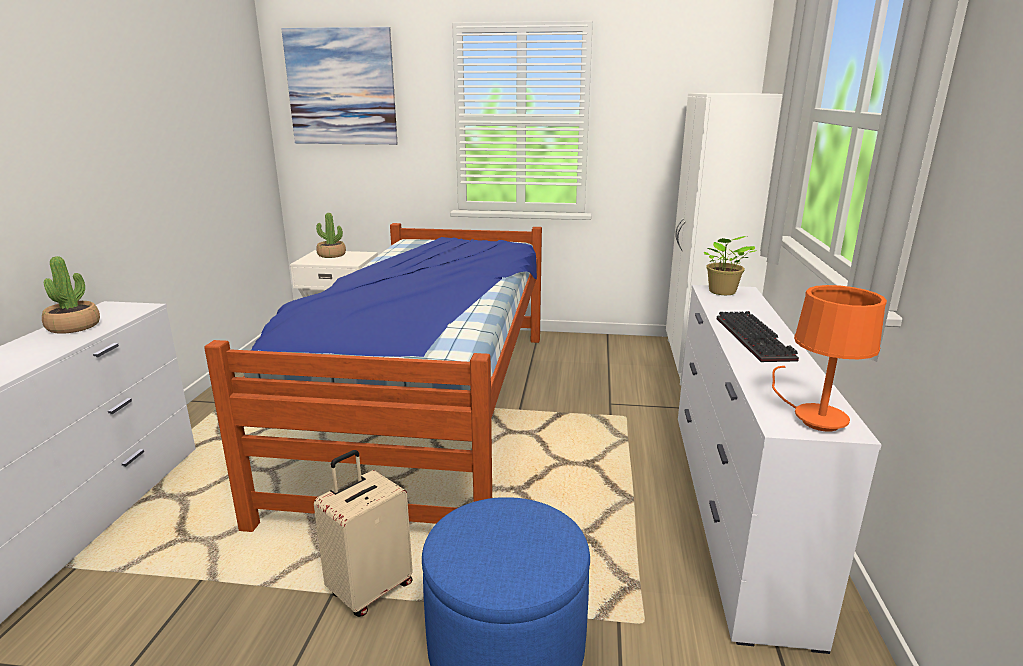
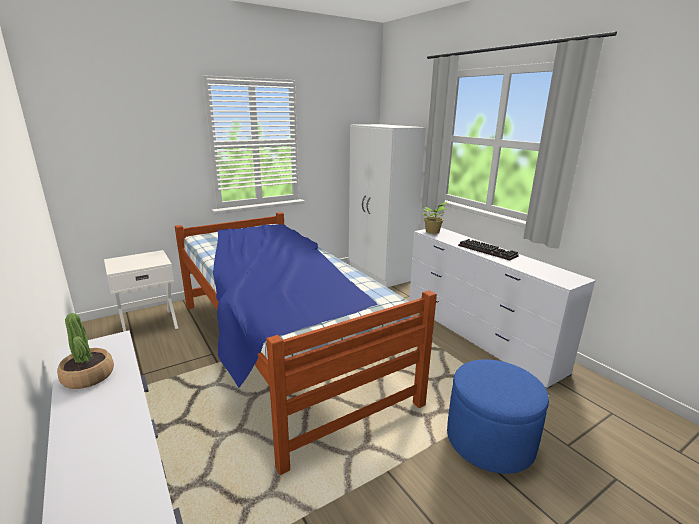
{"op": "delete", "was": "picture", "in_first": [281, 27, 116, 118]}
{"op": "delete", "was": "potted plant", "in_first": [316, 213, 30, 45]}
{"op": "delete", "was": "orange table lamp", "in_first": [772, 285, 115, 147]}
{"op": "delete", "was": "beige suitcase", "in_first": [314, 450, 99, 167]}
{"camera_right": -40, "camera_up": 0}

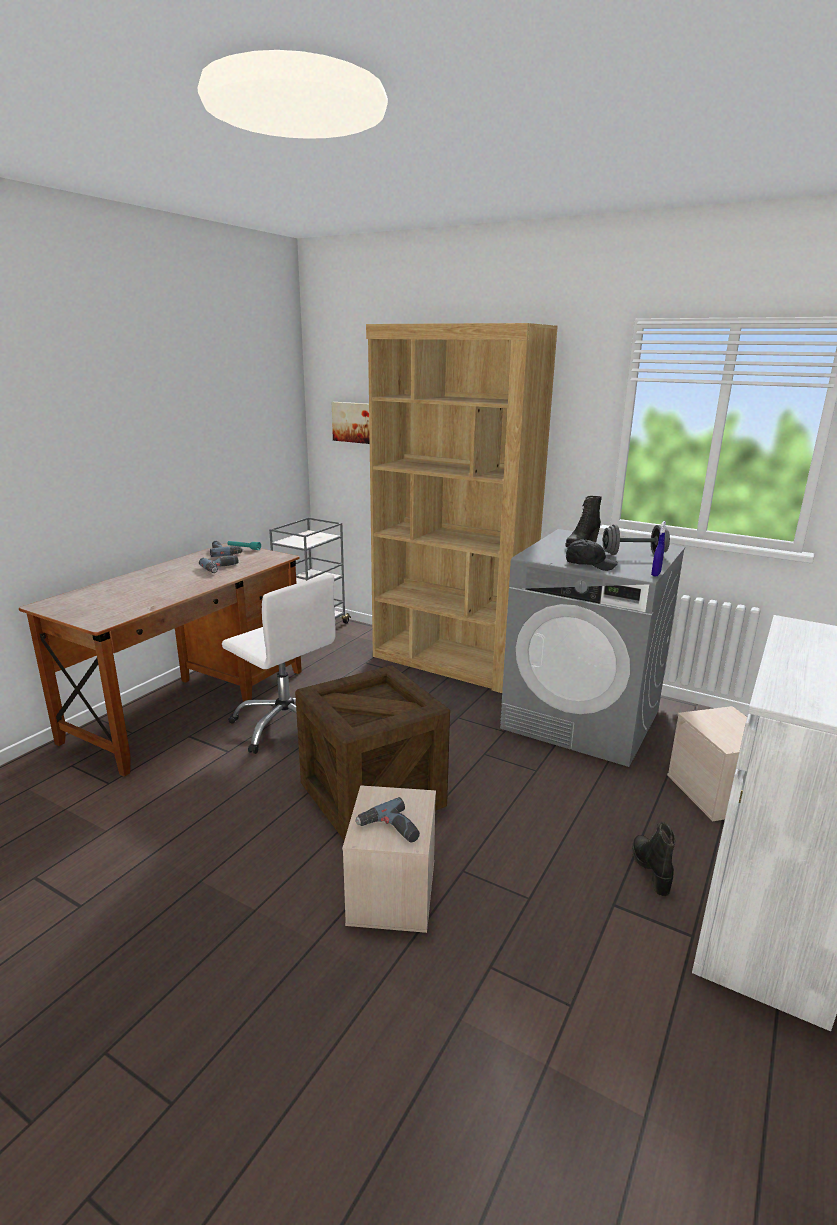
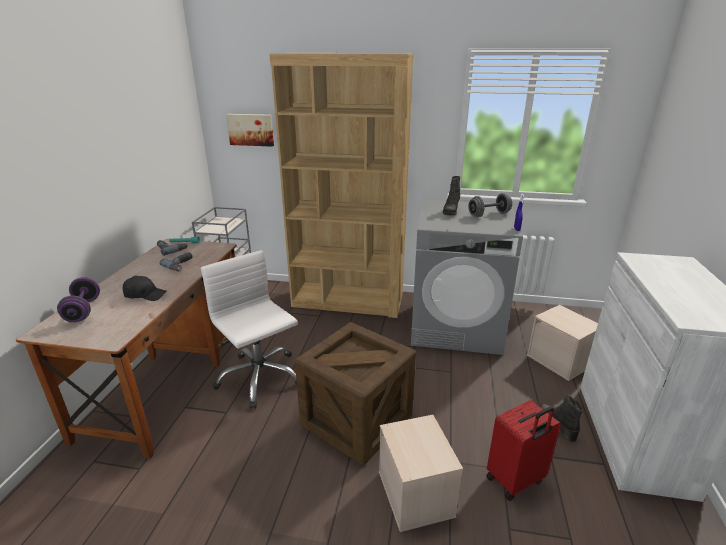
{"op": "move", "was": "black cap", "in_first": [566, 539, 52, 32], "in_second": [123, 276, 44, 25]}
{"op": "rotate", "was": "white office chair", "in_first": [222, 575, 113, 179], "in_second": [201, 250, 97, 159], "clockwise": -150}
{"op": "delete", "was": "power drill", "in_first": [355, 797, 65, 45]}
{"op": "insert", "now": "purple dumbbell", "in_second": [57, 278, 43, 44]}
{"op": "insert", "now": "red suitcase", "in_second": [486, 400, 75, 101]}
{"camera_right": -20, "camera_up": 5}

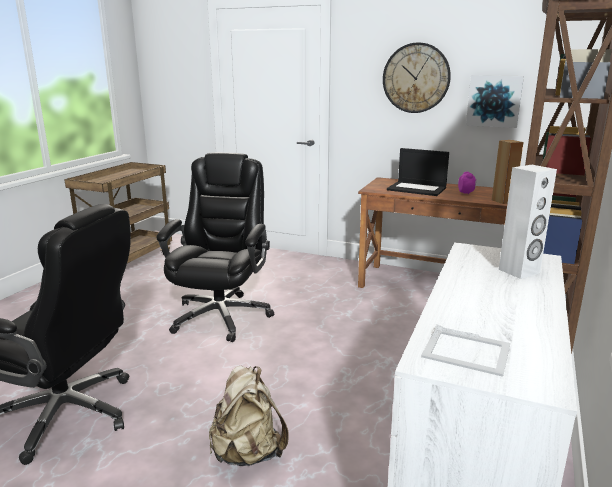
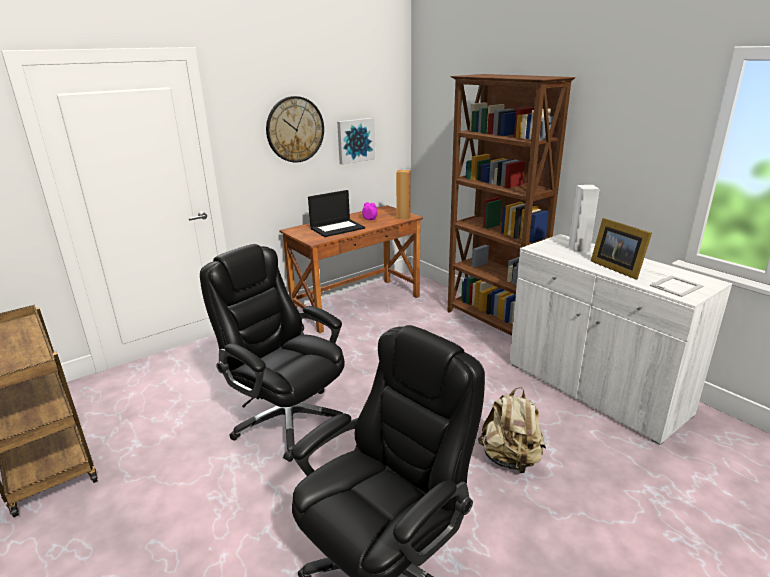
{"op": "insert", "now": "picture frame", "in_second": [591, 218, 61, 62]}
{"camera_right": -60, "camera_up": 5}

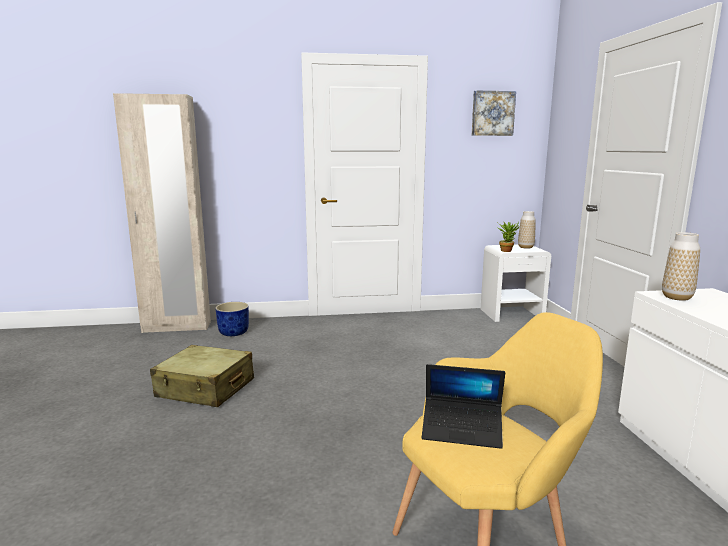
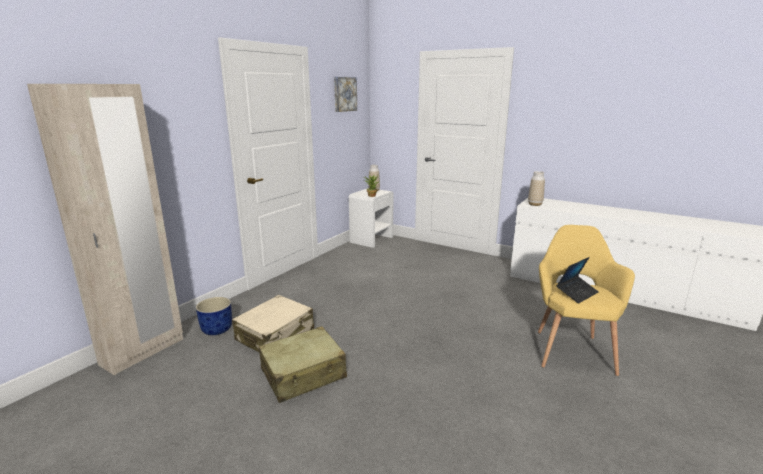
{"op": "insert", "now": "beige suitcase", "in_second": [232, 295, 82, 57]}
{"camera_right": -50, "camera_up": 5}

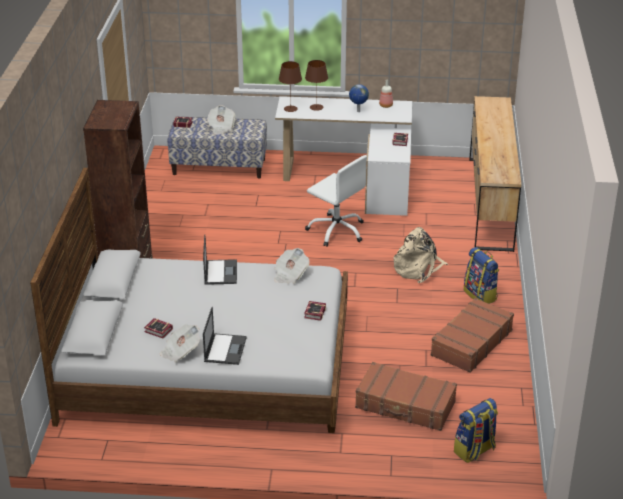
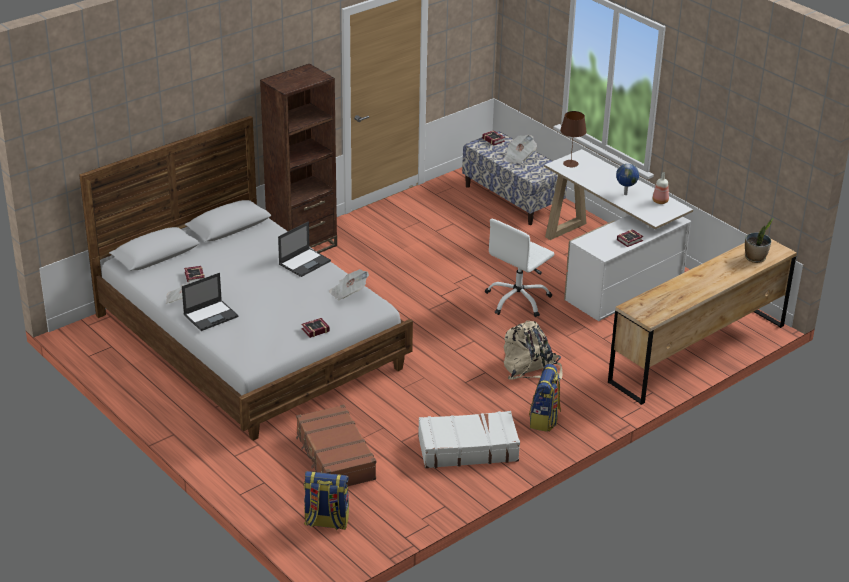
{"op": "delete", "was": "brown table lamp", "in_first": [305, 60, 23, 51]}
{"op": "rotate", "was": "white office chair", "in_first": [305, 155, 62, 92], "in_second": [485, 219, 70, 98], "clockwise": 45}
{"op": "recolor", "was": "brown suitcase", "now": "white suitcase", "in_first": [431, 298, 83, 75], "in_second": [418, 411, 102, 57]}
{"op": "insert", "now": "potted plant", "in_second": [745, 218, 29, 45]}
{"camera_right": 45, "camera_up": 0}

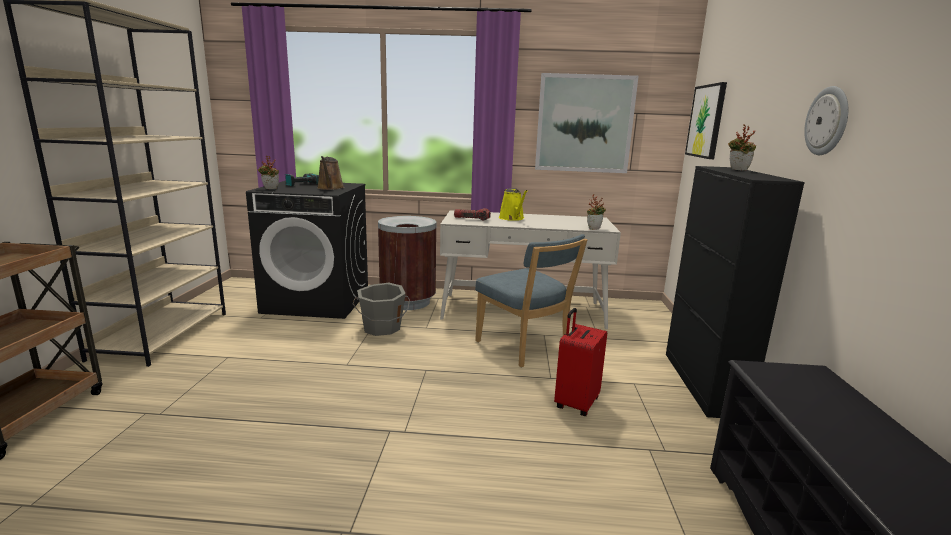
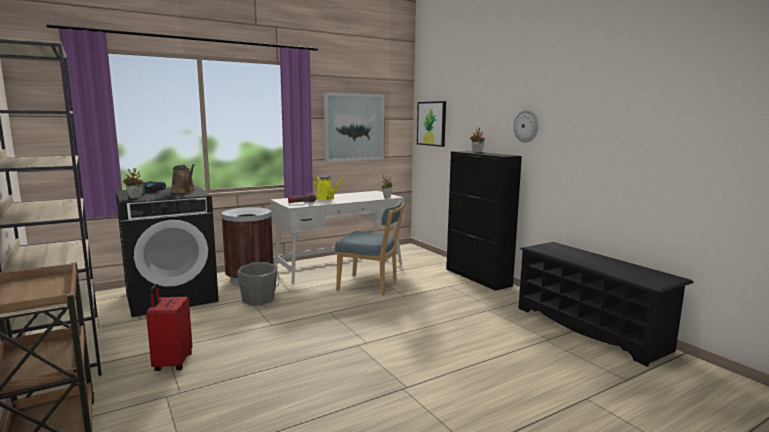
{"op": "move", "was": "red suitcase", "in_first": [554, 308, 53, 108], "in_second": [146, 284, 46, 87]}
{"camera_right": -35, "camera_up": -5}

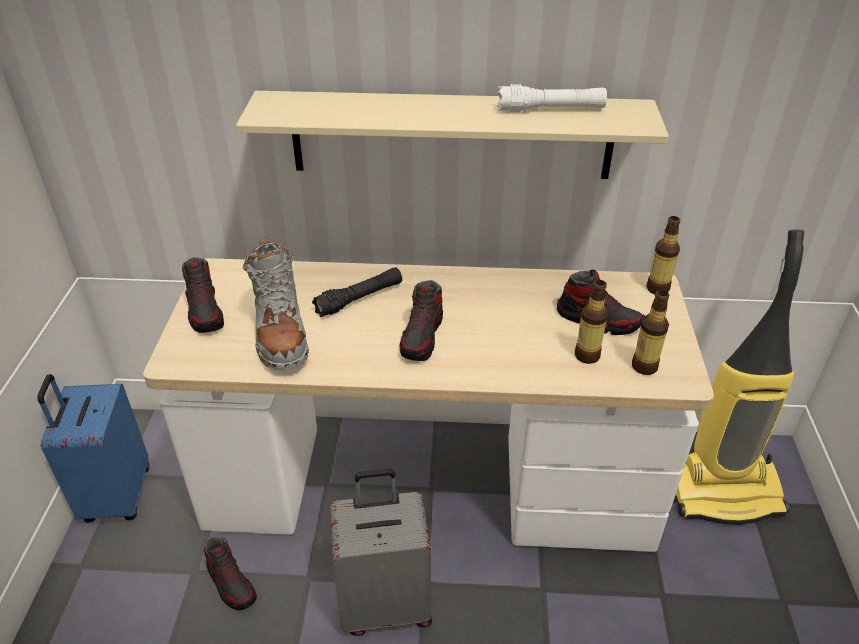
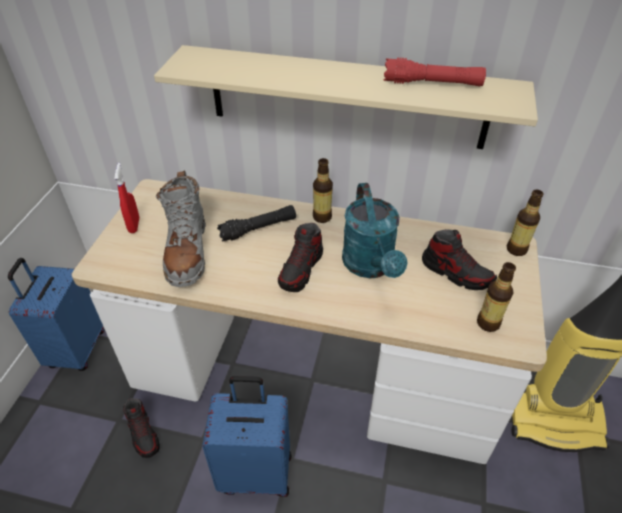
{"op": "recolor", "was": "white flashlight", "now": "red flashlight", "in_first": [497, 84, 110, 28], "in_second": [383, 57, 103, 29]}
{"op": "replace", "was": "shoe", "now": "red spray bottle", "in_first": [182, 257, 42, 76], "in_second": [114, 163, 25, 70]}
{"op": "move", "was": "bottle", "in_first": [575, 280, 33, 84], "in_second": [313, 158, 20, 65]}
{"op": "recolor", "was": "grey suitcase", "now": "blue suitcase", "in_first": [330, 469, 102, 167], "in_second": [202, 376, 89, 121]}
{"op": "insert", "now": "turquoise watering can", "in_second": [342, 183, 66, 95]}
{"camera_right": 10, "camera_up": 5}

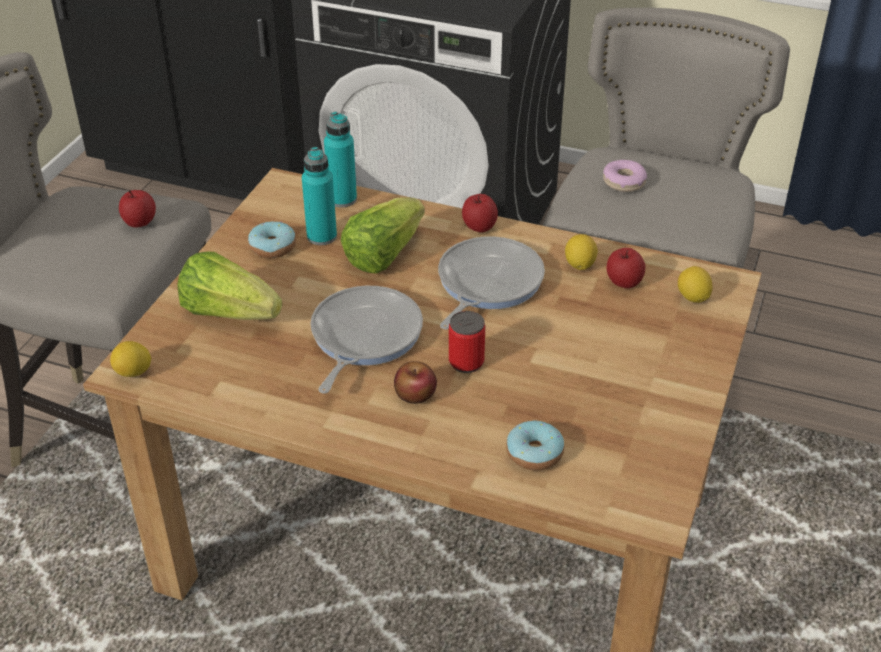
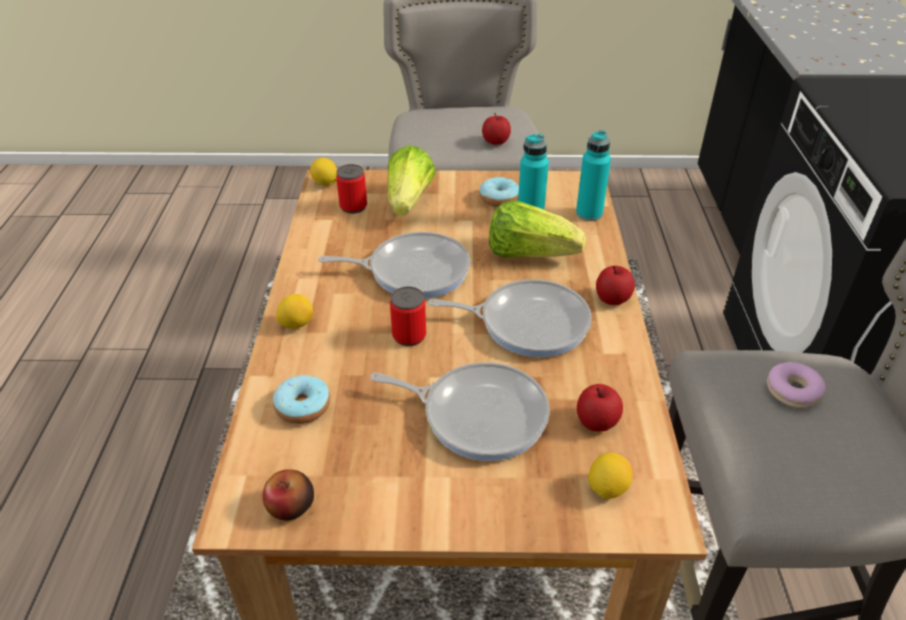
{"op": "move", "was": "lemon", "in_first": [565, 234, 33, 36], "in_second": [276, 294, 37, 35]}
{"op": "move", "was": "apple", "in_first": [394, 361, 43, 43], "in_second": [262, 469, 52, 52]}
{"op": "insert", "now": "can", "in_second": [336, 164, 31, 50]}
{"op": "insert", "now": "frying pan", "in_second": [370, 362, 180, 99]}
{"camera_right": 70, "camera_up": 0}

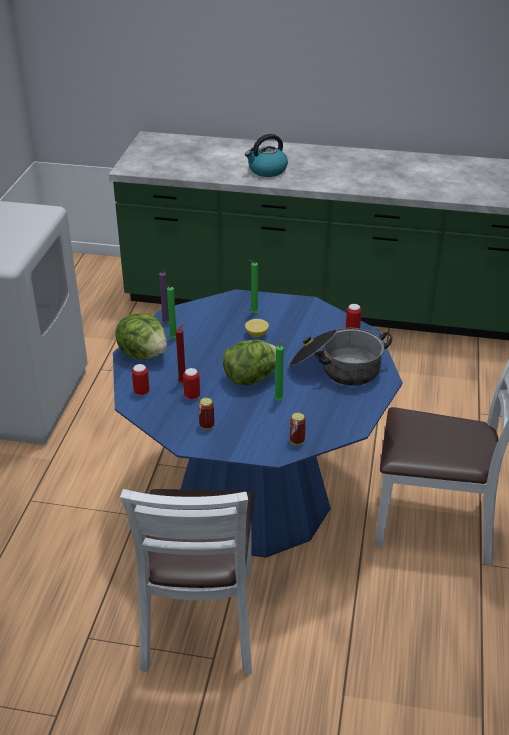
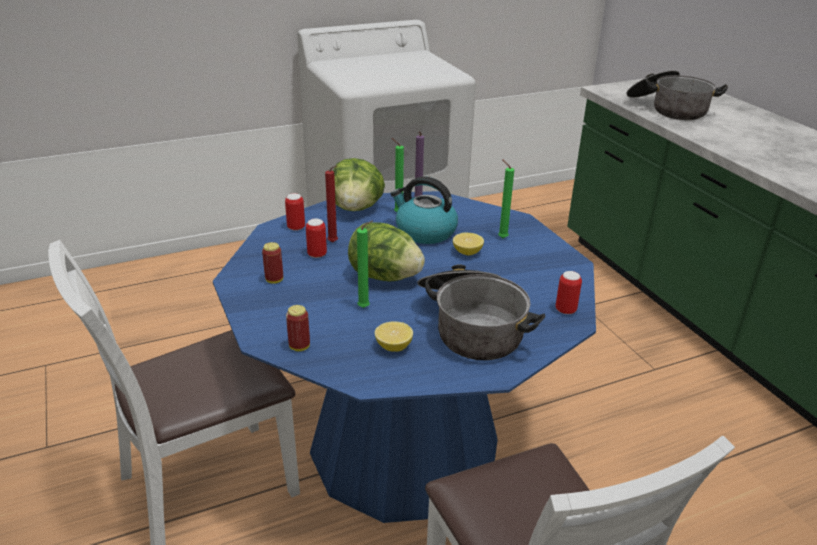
{"op": "move", "was": "kettle", "in_first": [245, 134, 43, 43], "in_second": [391, 176, 67, 68]}
{"op": "insert", "now": "cooking pot", "in_second": [626, 70, 102, 50]}
{"op": "insert", "now": "lemon", "in_second": [375, 321, 38, 31]}
{"camera_right": 55, "camera_up": -5}

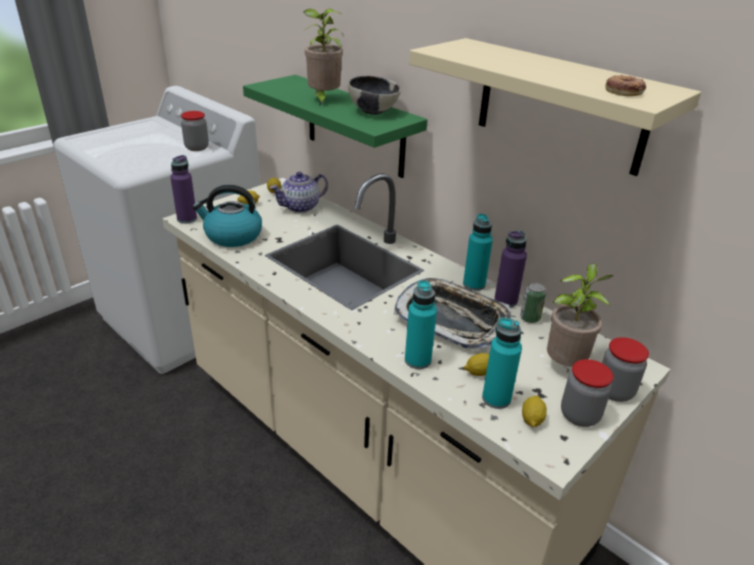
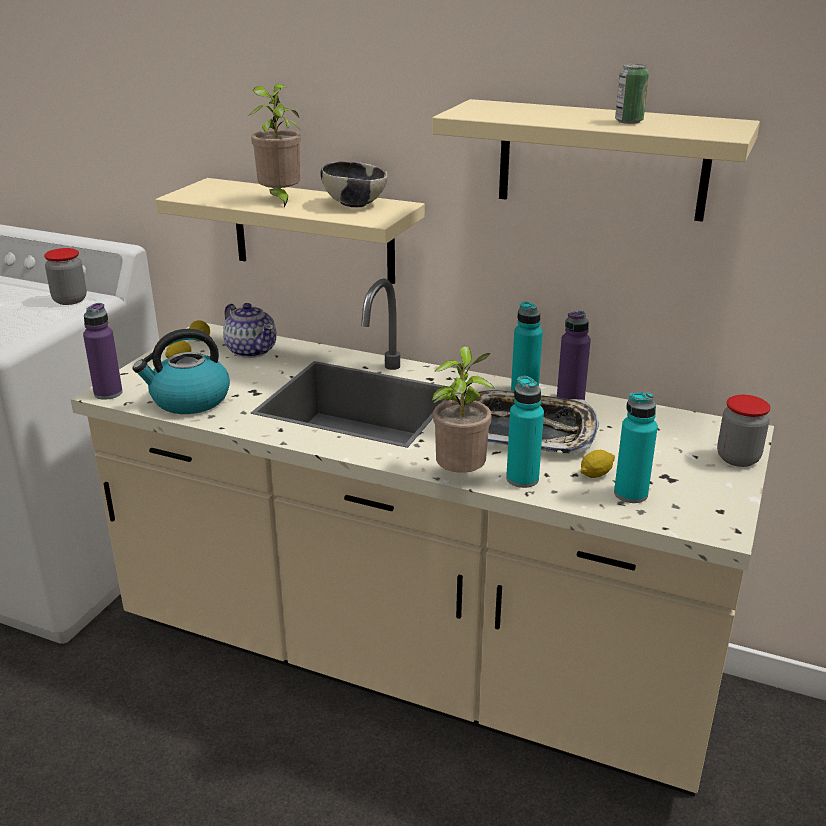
{"op": "recolor", "was": "green shelf", "now": "beige shelf", "in_first": [243, 75, 184, 103], "in_second": [155, 178, 270, 106]}
{"op": "delete", "was": "donut", "in_first": [605, 75, 41, 21]}
{"op": "rotate", "was": "teapot", "in_first": [270, 172, 58, 41], "in_second": [223, 303, 54, 55], "clockwise": -75}
{"op": "move", "was": "potted plant", "in_first": [547, 263, 67, 104], "in_second": [432, 346, 63, 127]}
{"op": "move", "was": "can", "in_first": [520, 282, 26, 41], "in_second": [615, 64, 34, 60]}
{"op": "delete", "was": "jar", "in_first": [561, 359, 53, 68]}
{"op": "delete", "was": "lemon", "in_first": [522, 396, 25, 32]}
{"camera_right": -20, "camera_up": -5}

